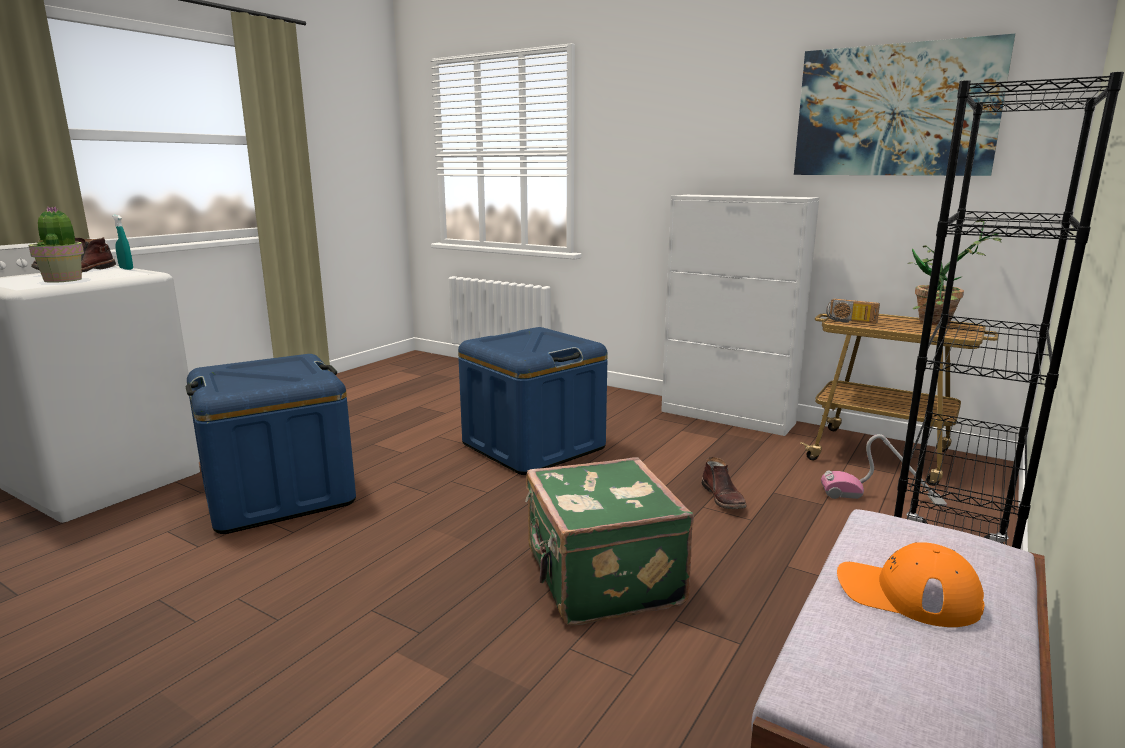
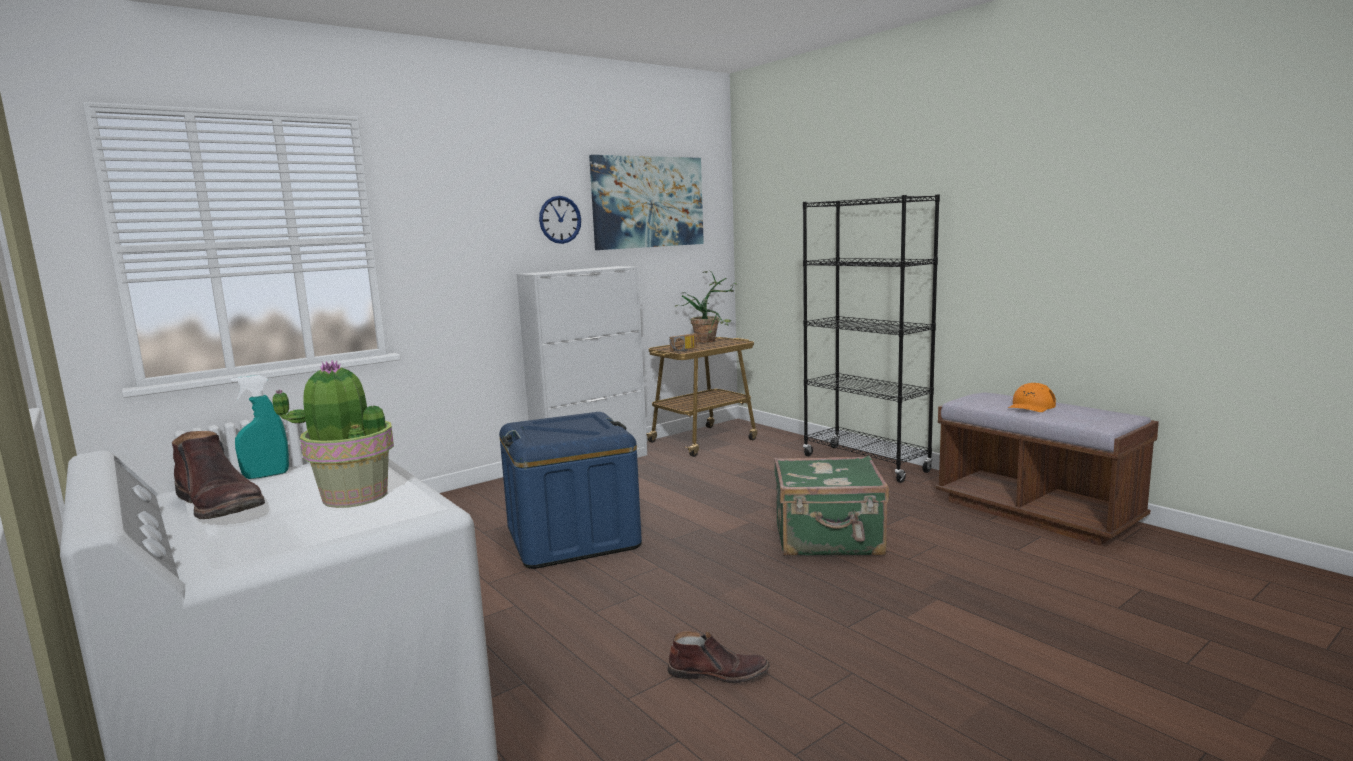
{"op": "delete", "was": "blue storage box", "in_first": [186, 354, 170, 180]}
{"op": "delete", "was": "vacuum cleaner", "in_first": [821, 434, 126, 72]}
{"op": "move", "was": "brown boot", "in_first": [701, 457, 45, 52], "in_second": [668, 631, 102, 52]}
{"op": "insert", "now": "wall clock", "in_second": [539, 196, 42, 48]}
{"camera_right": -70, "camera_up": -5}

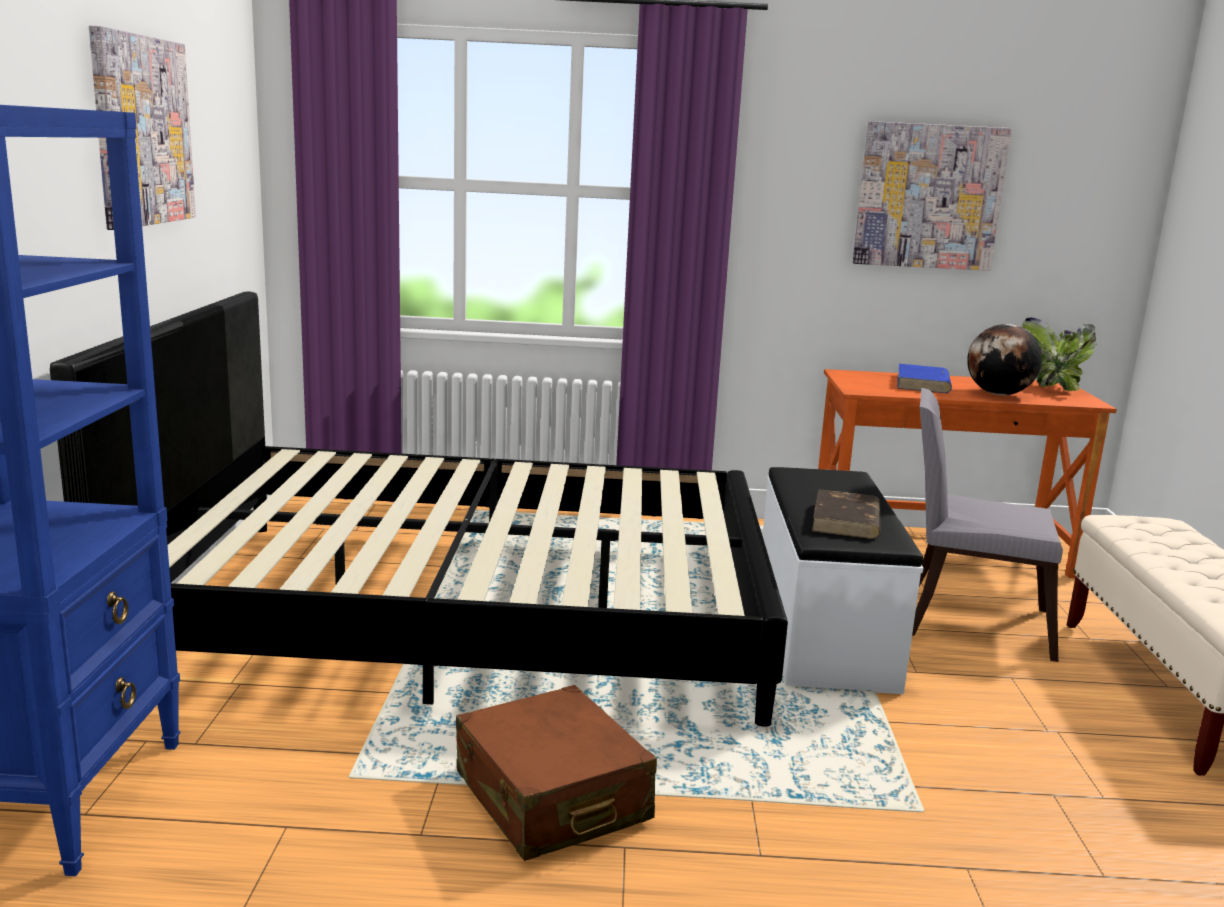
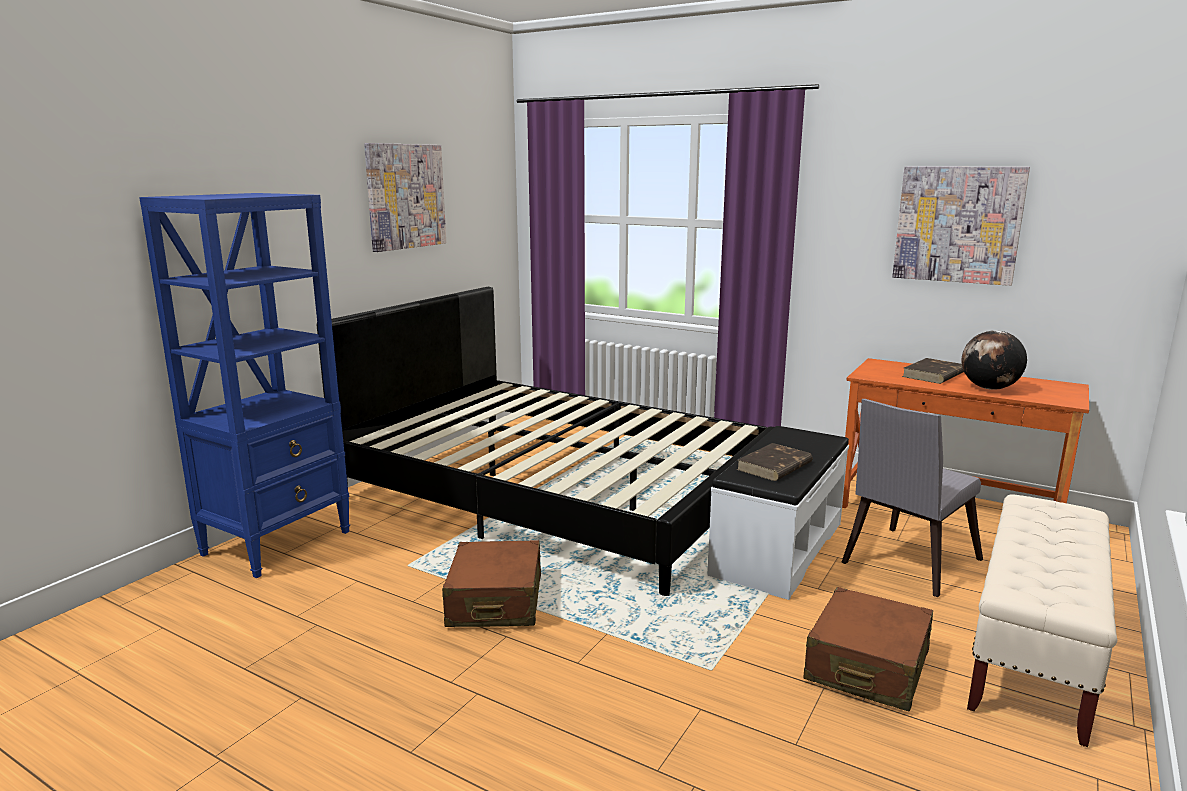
{"op": "delete", "was": "potted plant", "in_first": [1022, 317, 75, 74]}
{"op": "recolor", "was": "blue book", "now": "brown book", "in_first": [897, 364, 55, 29], "in_second": [902, 358, 62, 26]}
{"op": "rotate", "was": "grey chair", "in_first": [912, 388, 151, 274], "in_second": [841, 399, 142, 198], "clockwise": -90}
{"op": "insert", "now": "brown suitcase", "in_second": [804, 587, 129, 124]}
{"camera_right": 30, "camera_up": 0}

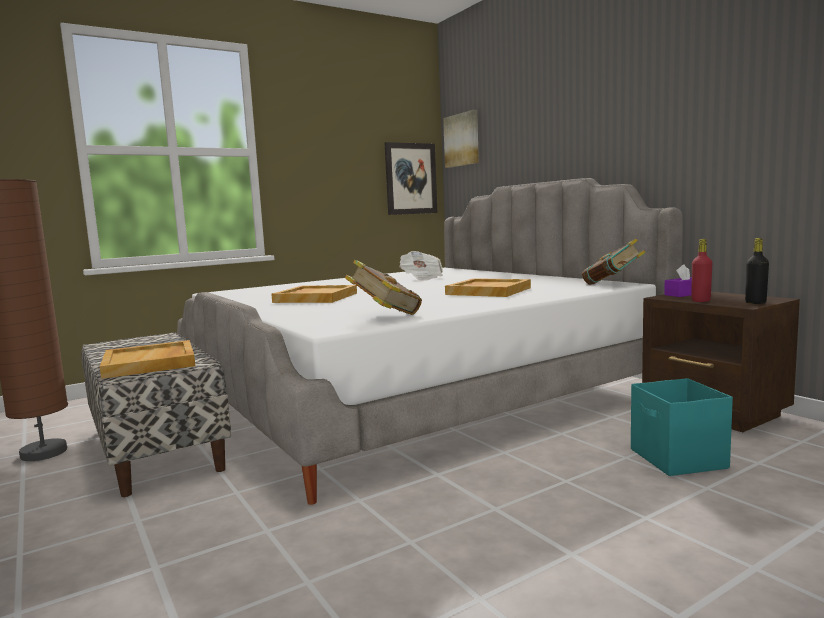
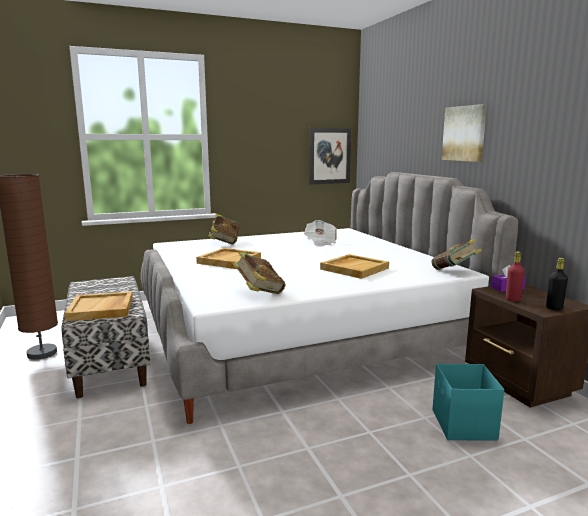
{"op": "move", "was": "picture", "in_first": [443, 110, 36, 58], "in_second": [441, 104, 46, 58]}
{"op": "insert", "now": "book", "in_second": [208, 214, 31, 31]}
{"camera_right": 10, "camera_up": 5}

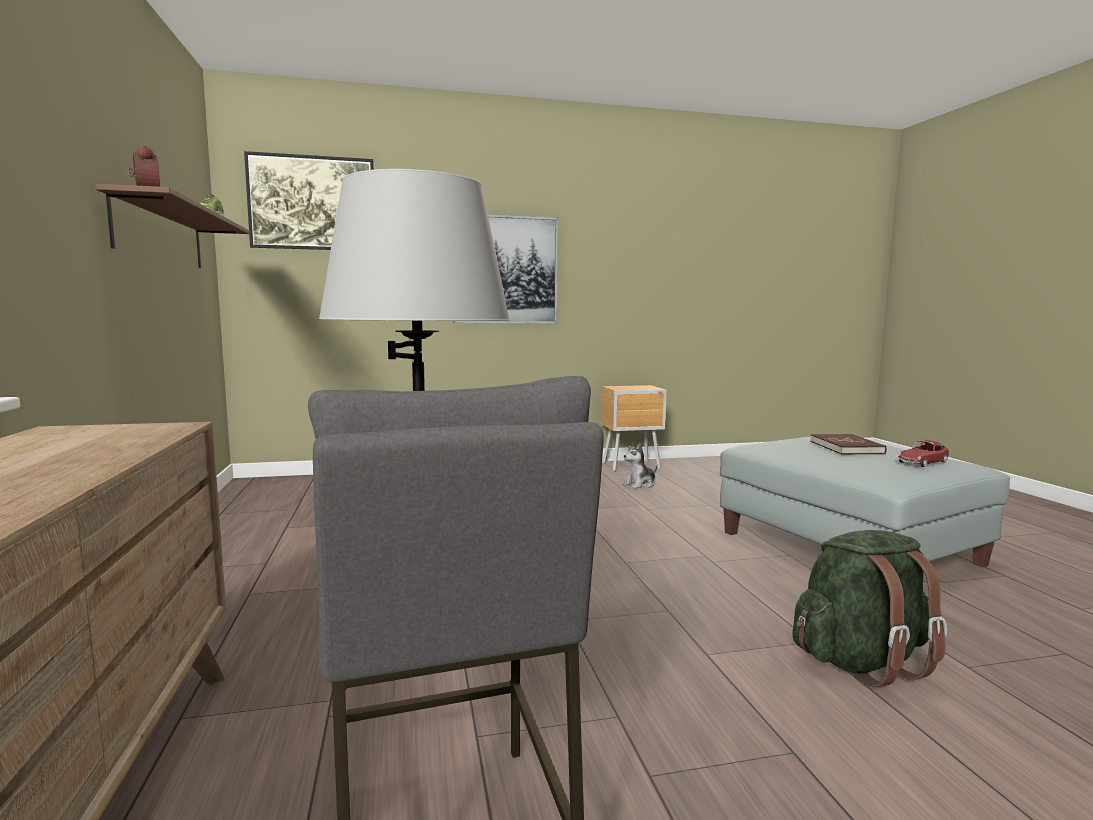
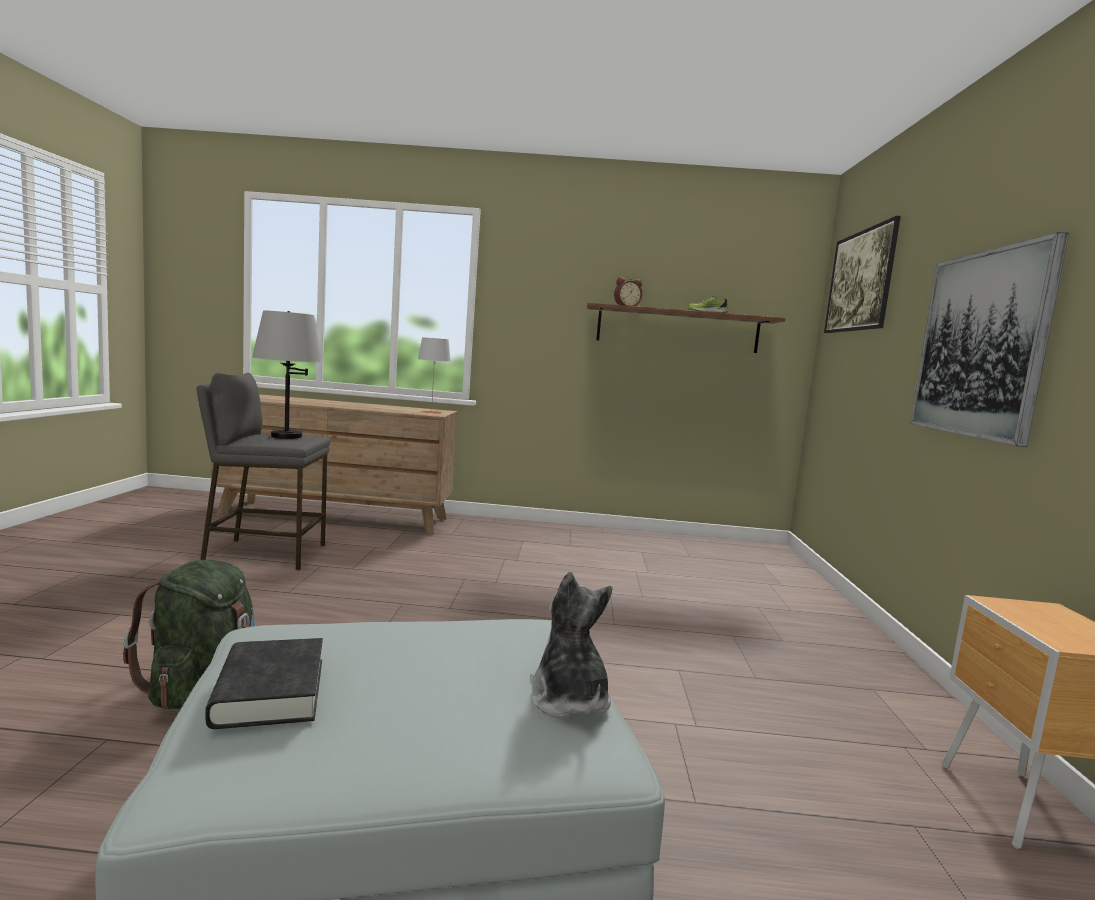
{"op": "delete", "was": "red book", "in_first": [810, 434, 76, 20]}
{"op": "replace", "was": "toy car", "now": "black book", "in_first": [898, 440, 52, 27], "in_second": [205, 638, 118, 91]}
{"op": "move", "was": "plush toy", "in_first": [622, 442, 36, 47], "in_second": [530, 572, 82, 146]}
{"op": "insert", "now": "grey table lamp", "in_second": [418, 337, 33, 77]}
{"camera_right": 105, "camera_up": 0}

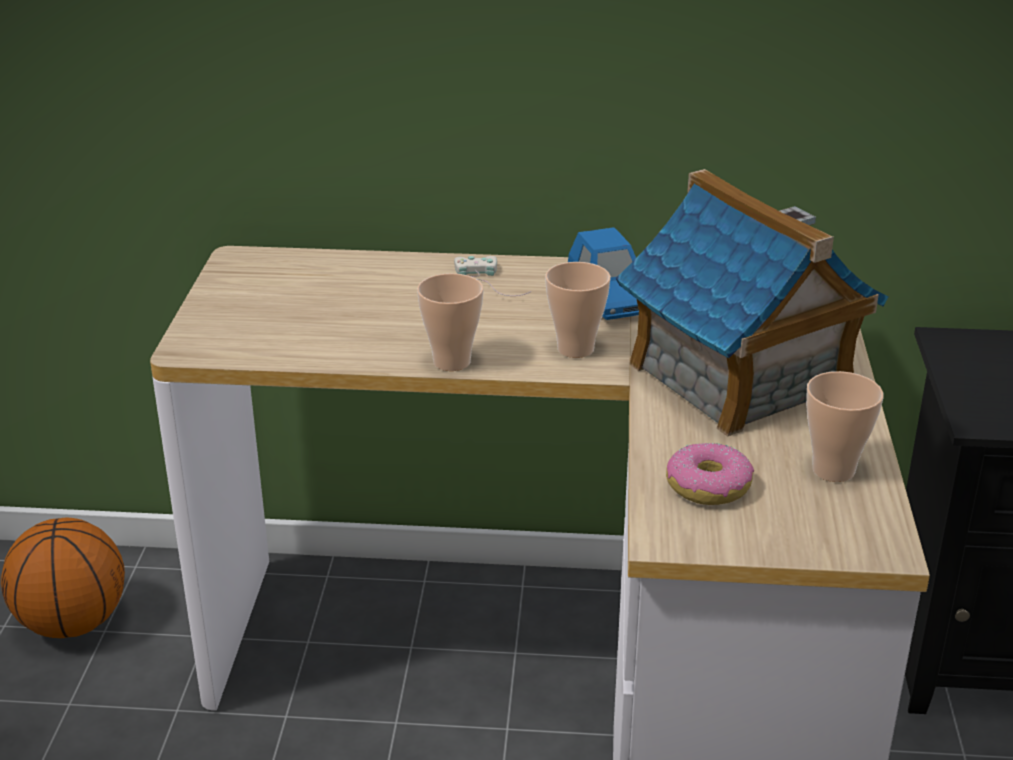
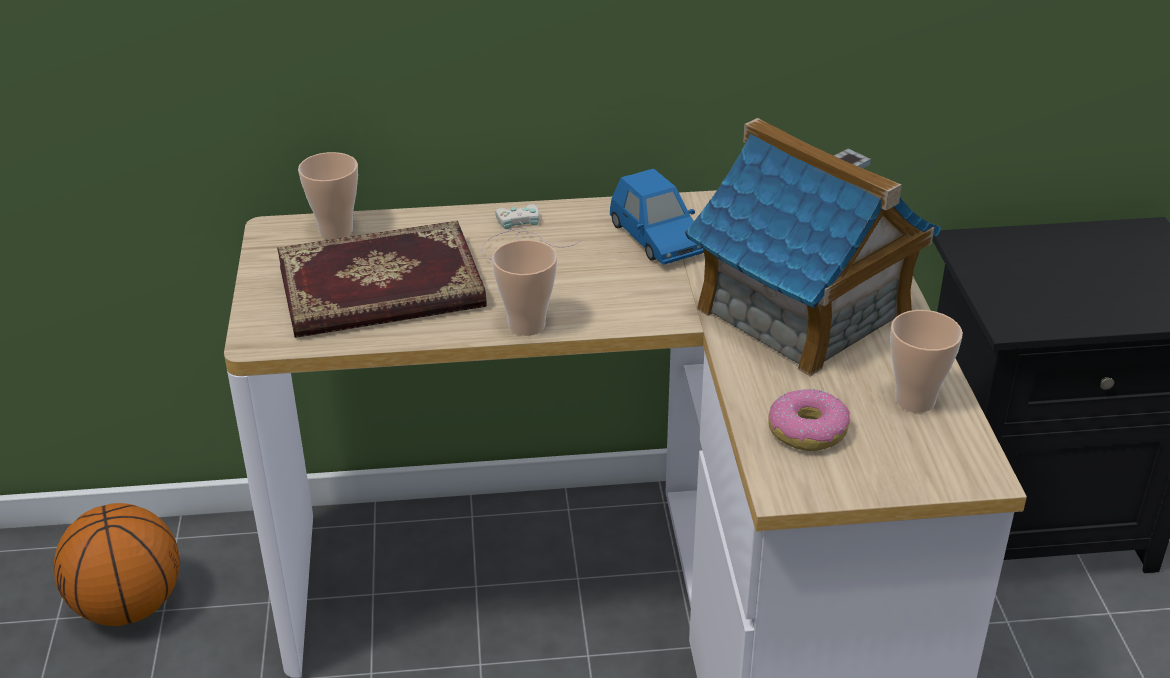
{"op": "move", "was": "cup", "in_first": [545, 262, 66, 96], "in_second": [298, 152, 60, 88]}
{"op": "insert", "now": "book", "in_second": [277, 221, 210, 117]}
{"camera_right": -10, "camera_up": 5}

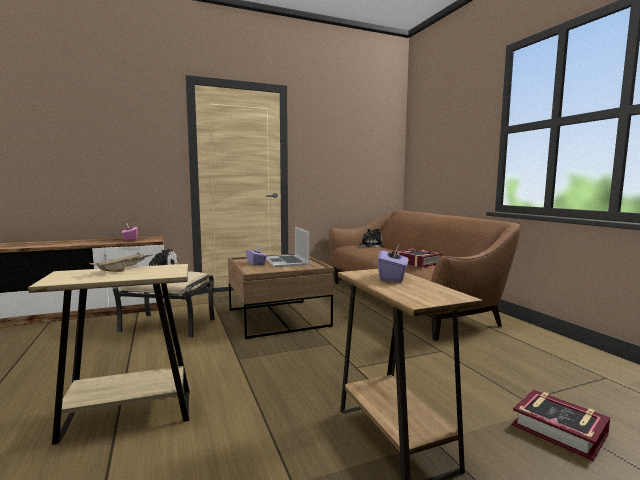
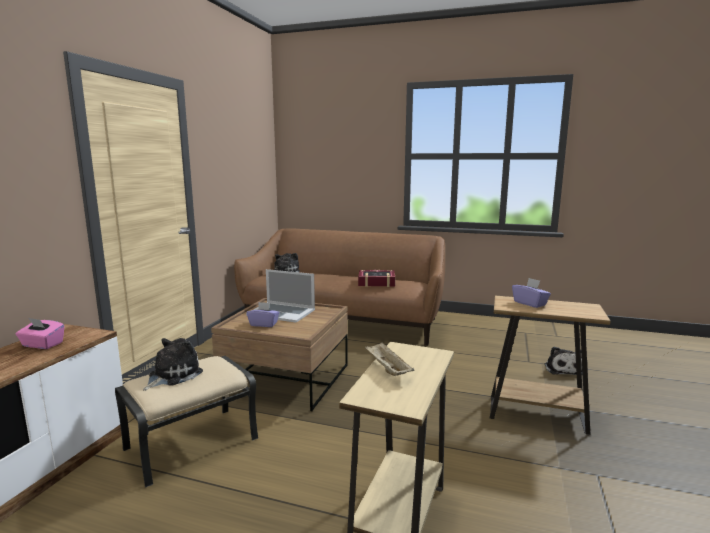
{"op": "replace", "was": "book", "now": "plush toy", "in_first": [512, 389, 98, 72], "in_second": [545, 347, 38, 28]}
{"camera_right": -50, "camera_up": 5}

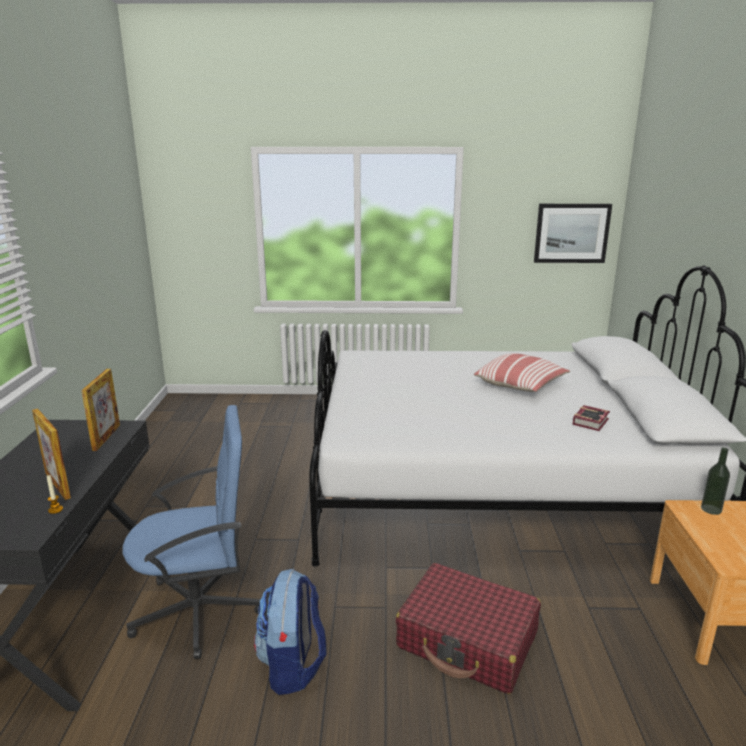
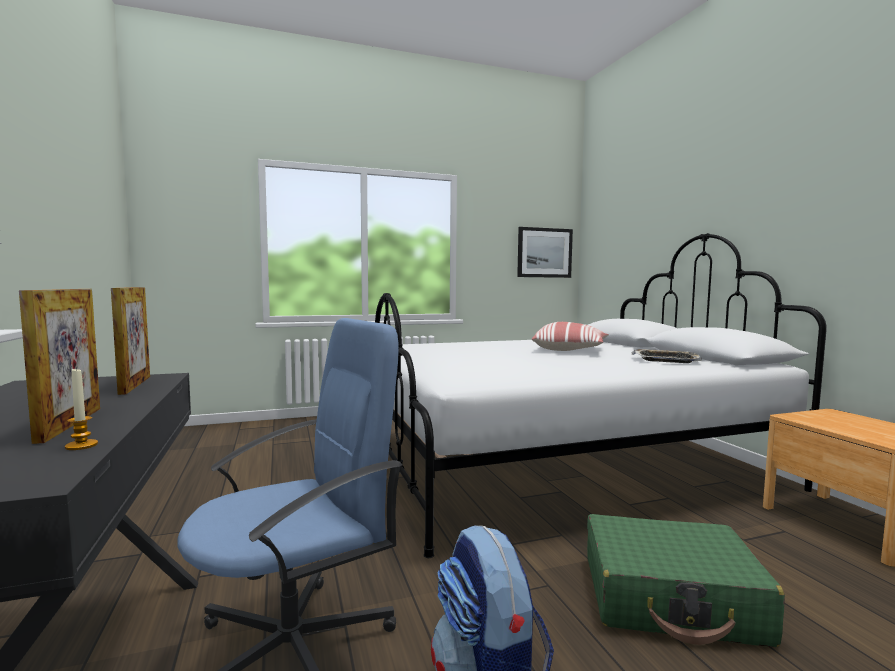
{"op": "replace", "was": "book", "now": "tray", "in_first": [573, 405, 37, 26], "in_second": [631, 349, 71, 14]}
{"op": "rotate", "was": "picture frame", "in_first": [32, 409, 39, 91], "in_second": [19, 289, 81, 155], "clockwise": -135}
{"op": "delete", "was": "bottle", "in_first": [701, 447, 29, 68]}
{"op": "recolor", "was": "red suitcase", "now": "green suitcase", "in_first": [395, 563, 146, 131], "in_second": [587, 514, 198, 133]}
{"camera_right": -20, "camera_up": -15}

